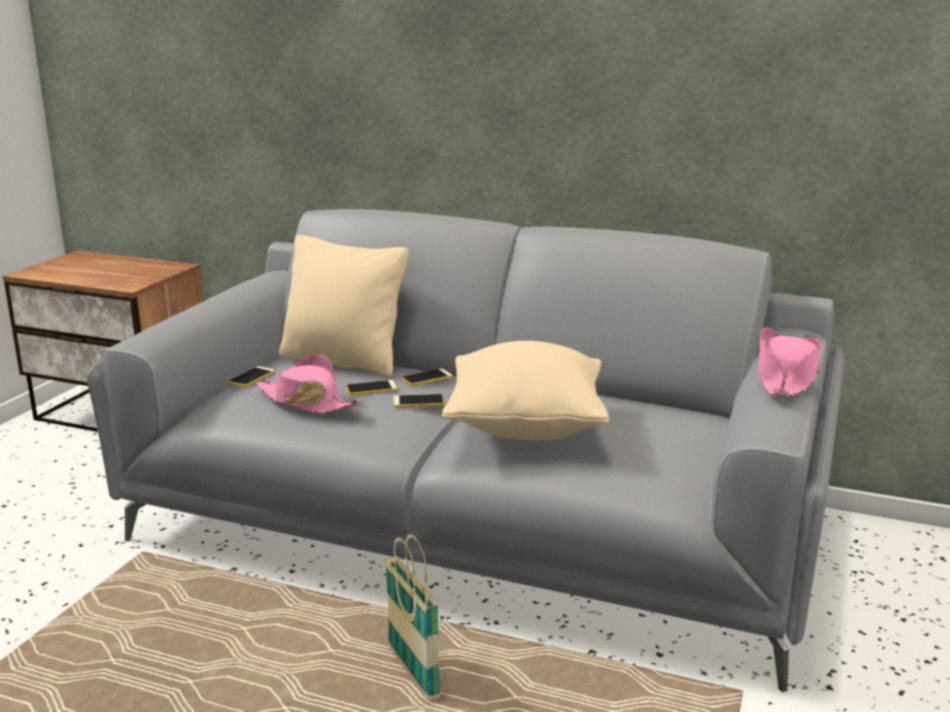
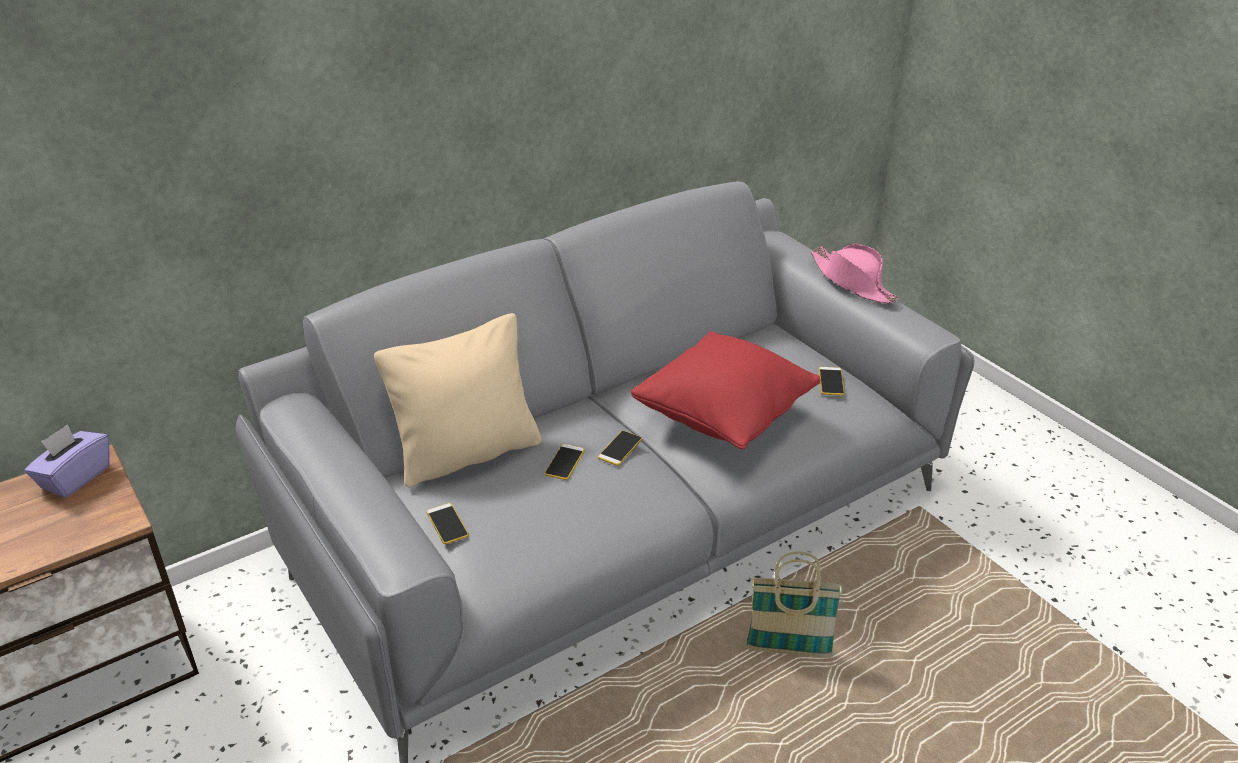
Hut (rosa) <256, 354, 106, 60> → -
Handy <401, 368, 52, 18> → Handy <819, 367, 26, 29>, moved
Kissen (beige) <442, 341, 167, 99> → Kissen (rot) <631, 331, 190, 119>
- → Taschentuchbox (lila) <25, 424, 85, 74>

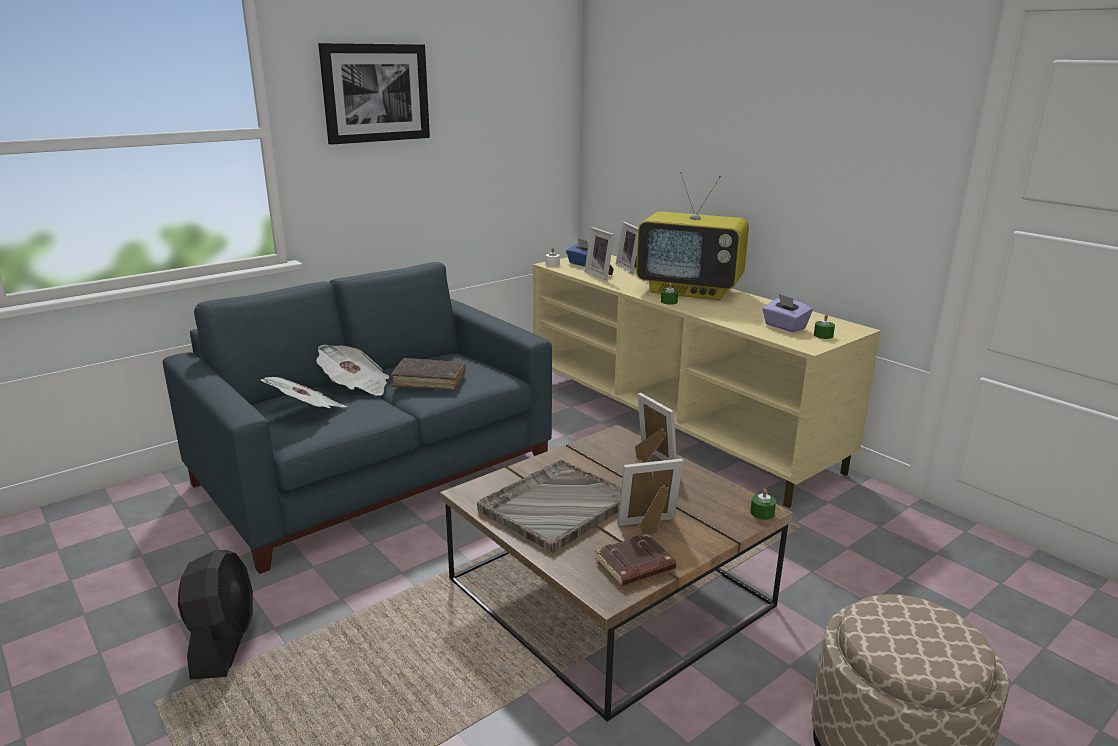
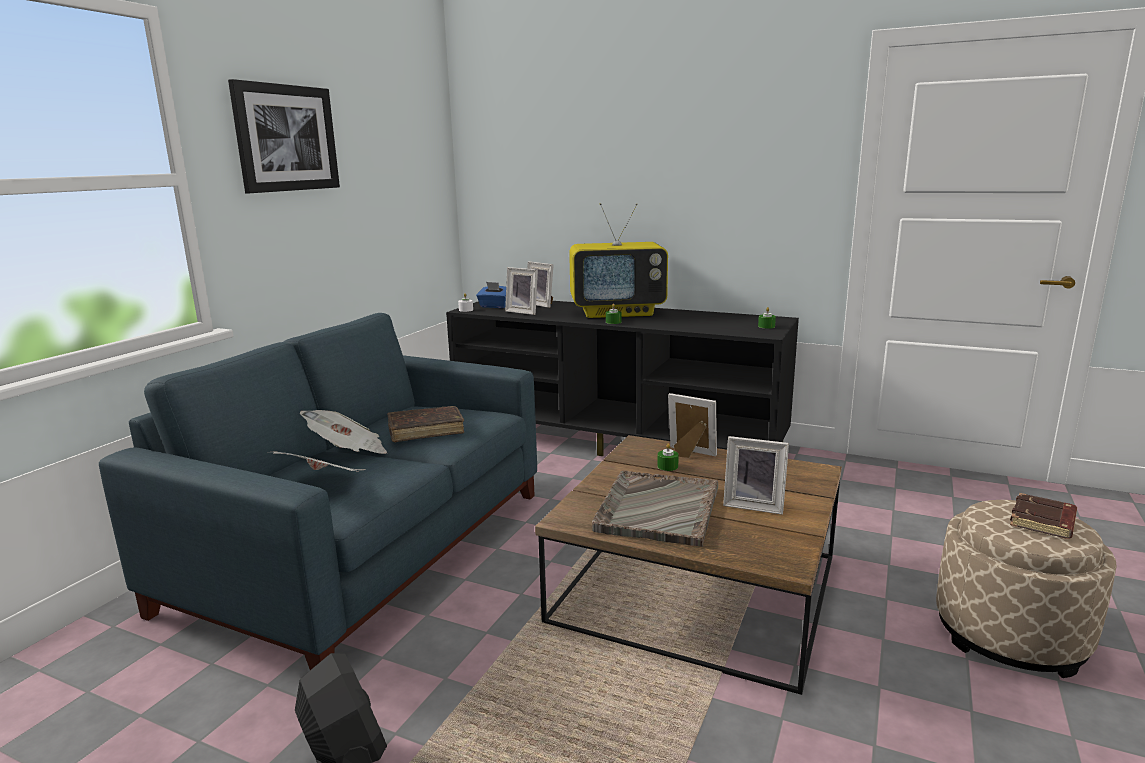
Fernsehschrank (beige) <533, 255, 348, 253> → Fernsehschrank (schwarz) <446, 301, 353, 155>
Buch (braun) <595, 534, 81, 52> → Buch (braun) <1010, 493, 67, 46>, moved
Bilderrahmen <617, 459, 66, 76> → Bilderrahmen <723, 436, 66, 79>, 120 degrees counterclockwise
Kerze (grün) <750, 489, 26, 31> → Kerze (grün) <657, 443, 22, 28>, moved
Taschentuchbox (lila) <762, 294, 51, 38> → -

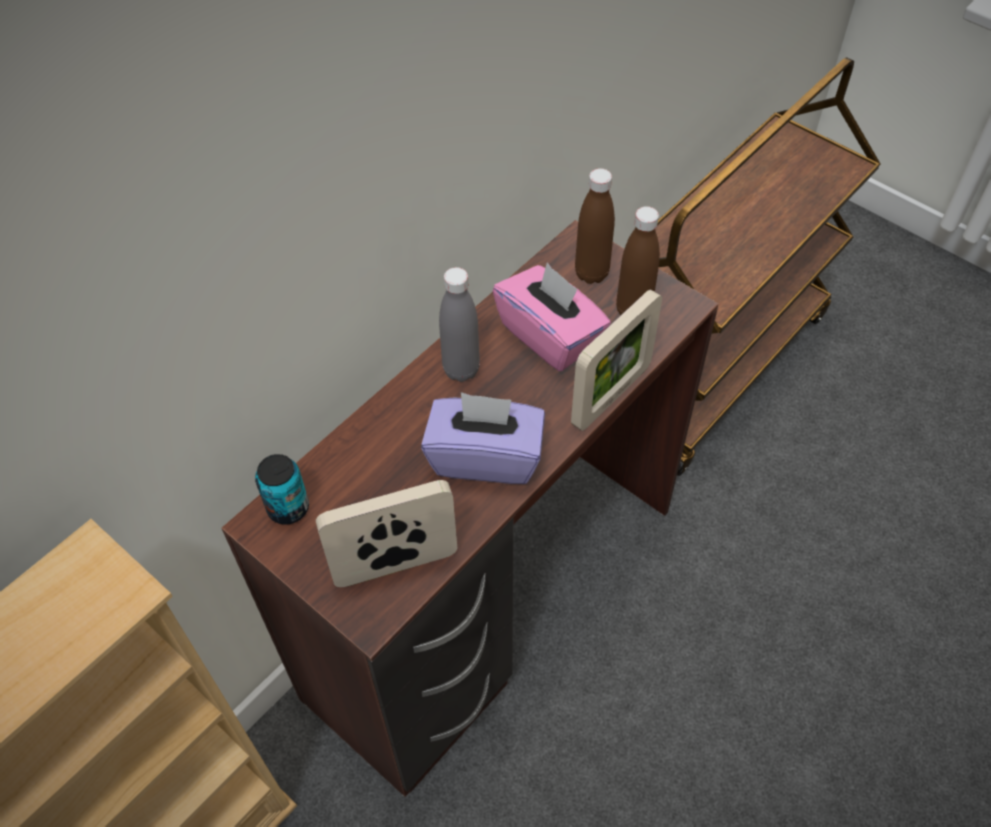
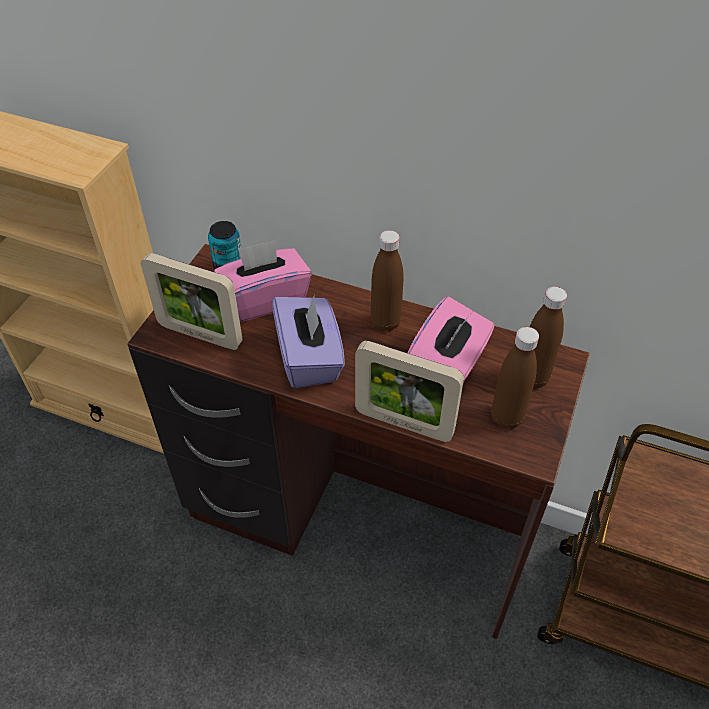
Bilderrahmen <316, 480, 141, 107> → Bilderrahmen <141, 253, 102, 97>, 150 degrees clockwise
Flasche (grau) <439, 267, 41, 115> → Flasche (braun) <371, 230, 33, 101>
- → Taschentuchbox (rosa) <214, 240, 98, 82>

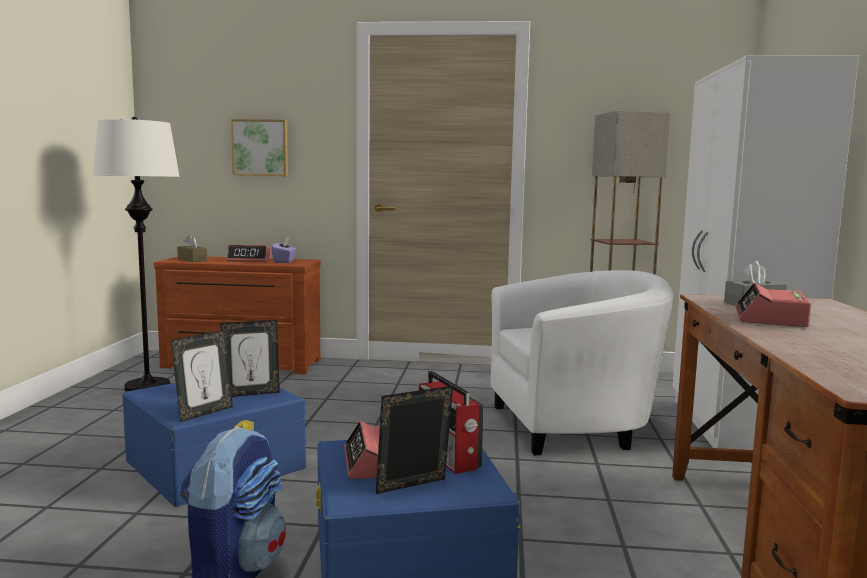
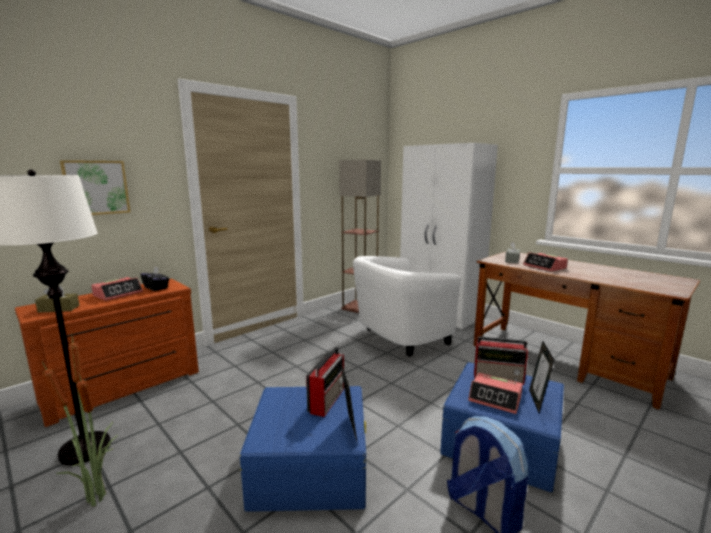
Bilderrahmen <220, 320, 60, 77> → Radio <306, 347, 38, 70>
Taschentuchbox (lila) <271, 238, 25, 25> → Taschentuchbox (schwarz) <141, 267, 28, 24>
Sessel (weiß) <491, 270, 182, 186> → Sessel (weiß) <353, 256, 108, 101>, 150 degrees counterclockwise
- → Topfpflanze <42, 331, 76, 175>

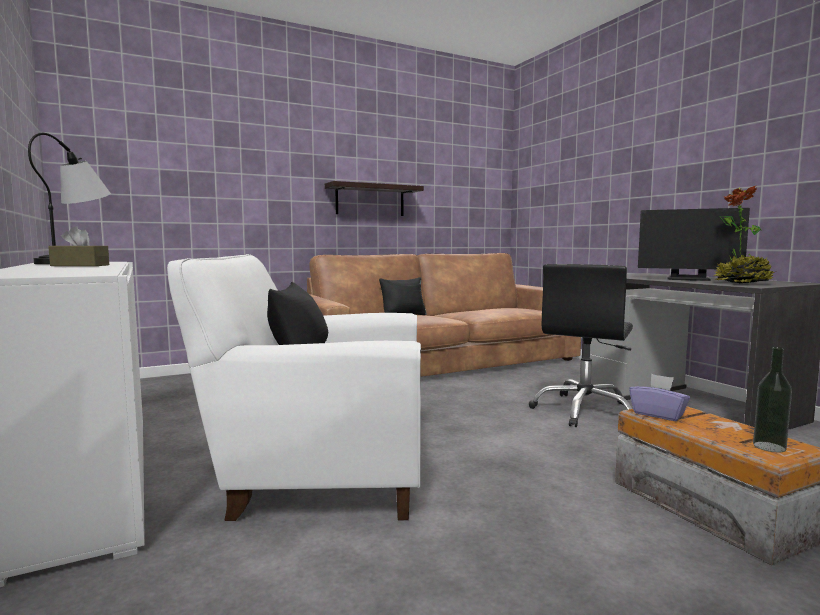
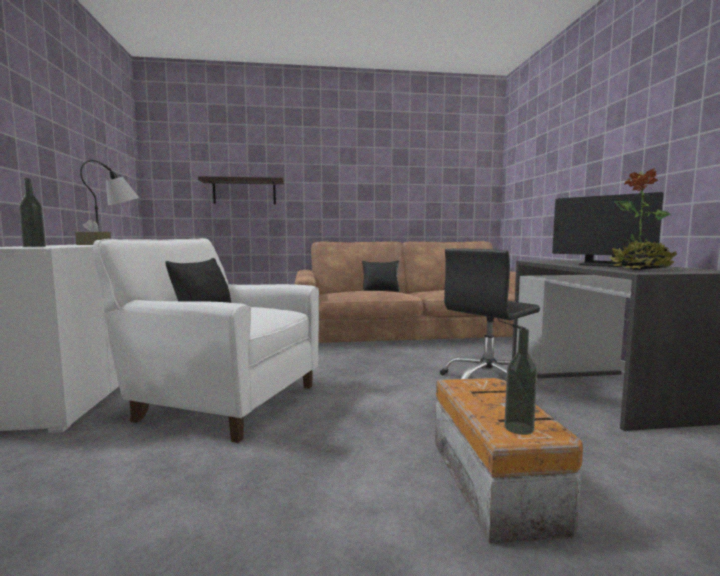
Wandregal <325, 181, 99, 35> → Wandregal <198, 176, 86, 28>, moved
Taschentuchbox (lila) <629, 374, 61, 47> → -
- → Flasche <19, 178, 27, 69>

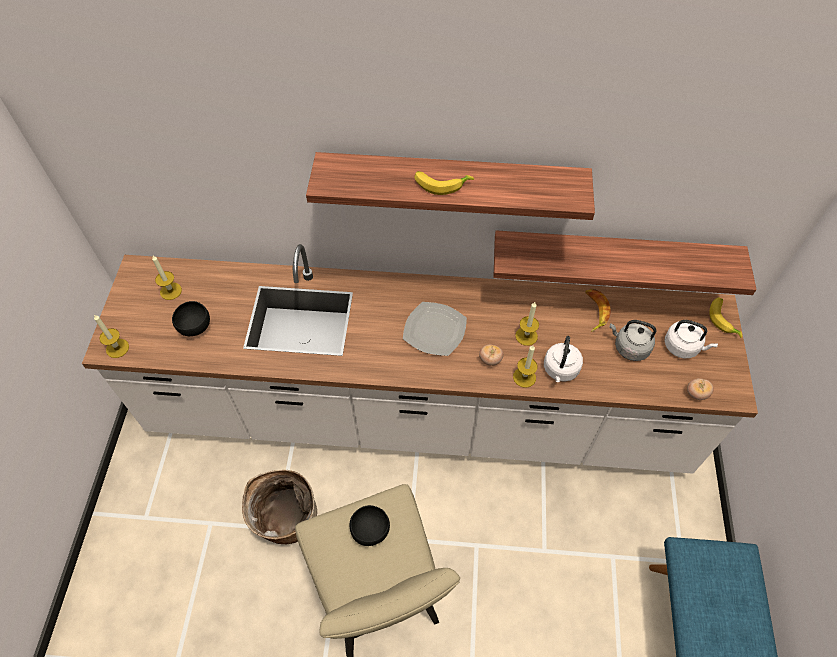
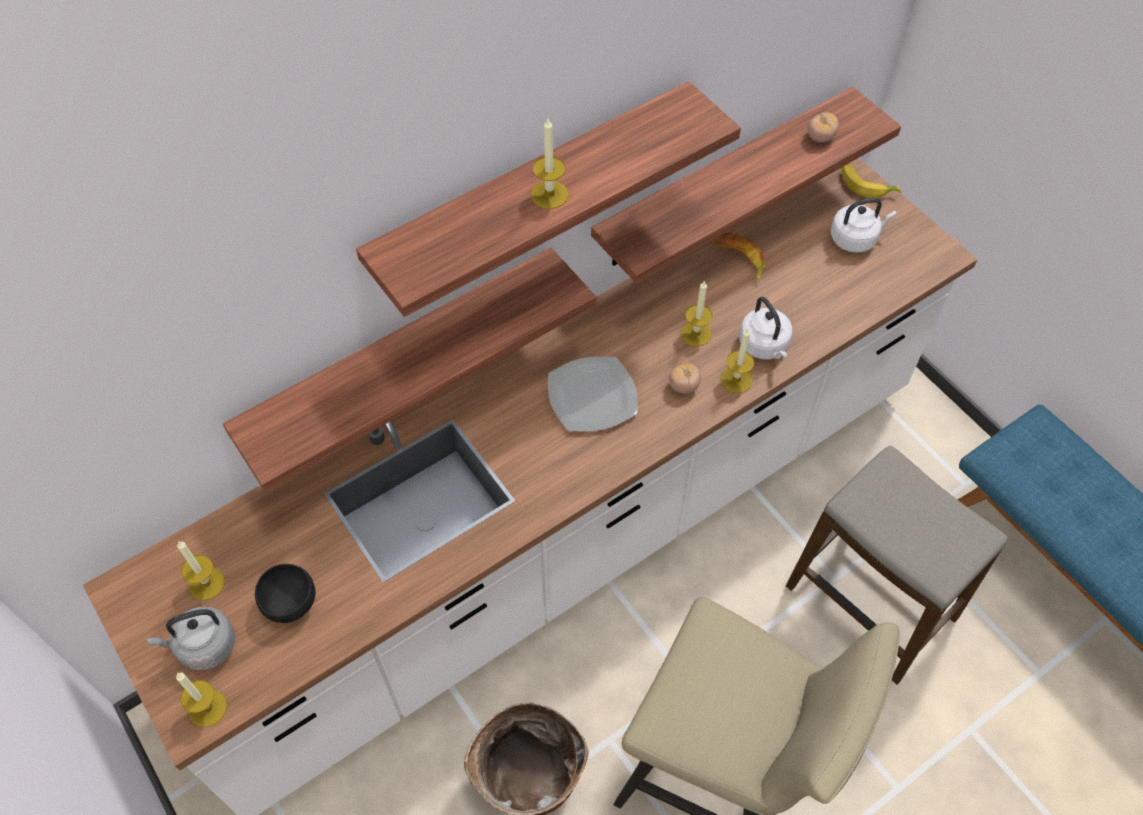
Schüssel (schwarz) <349, 505, 41, 41> → -
Banane <414, 171, 60, 24> → Kerze <531, 119, 38, 90>
Wasserkessel (grau) <610, 320, 47, 41> → Wasserkessel (grau) <147, 606, 88, 65>, moved
Tomate <687, 378, 27, 22> → Tomate <807, 113, 32, 30>, moved
- → Wandregal <223, 248, 373, 244>
- → Hocker <786, 446, 222, 239>

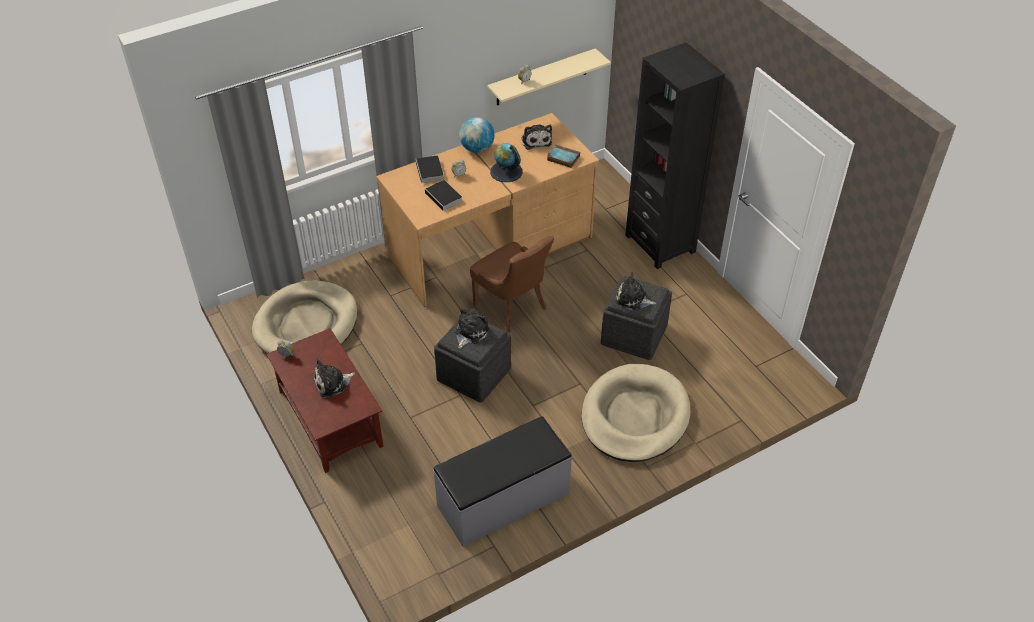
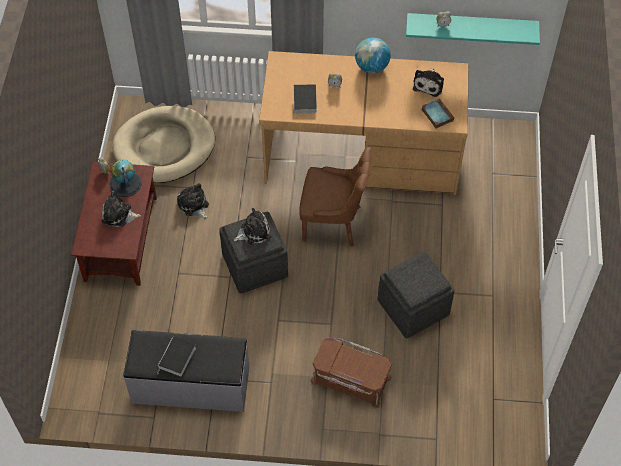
Buch <416, 155, 28, 31> → Buch <157, 337, 39, 39>, moved
Stuhl (braun) <470, 236, 84, 96> → Stuhl (braun) <299, 147, 73, 100>, 75 degrees counterclockwise
Wandregal (beige) <487, 48, 124, 57> → Wandregal (türkis) <406, 13, 134, 32>
Globus <490, 143, 32, 39> → Globus <110, 160, 32, 37>, moved
Hundebett (beige) <582, 364, 109, 98> → Aufbewahrungsbox (braun) <310, 337, 82, 72>
Plüschtier <615, 272, 41, 38> → Plüschtier <177, 183, 32, 36>, moved
Bücherregal (schwarz) <625, 43, 100, 226> → -

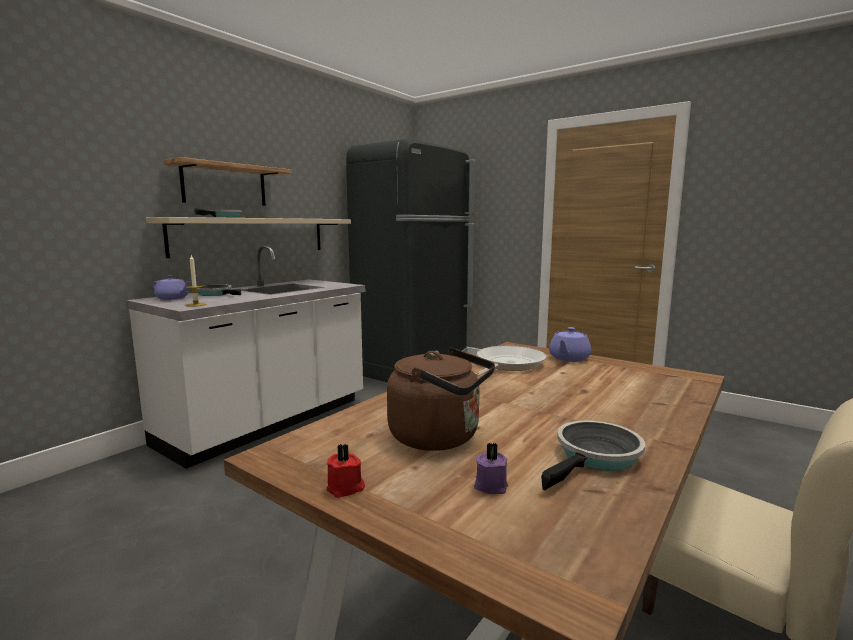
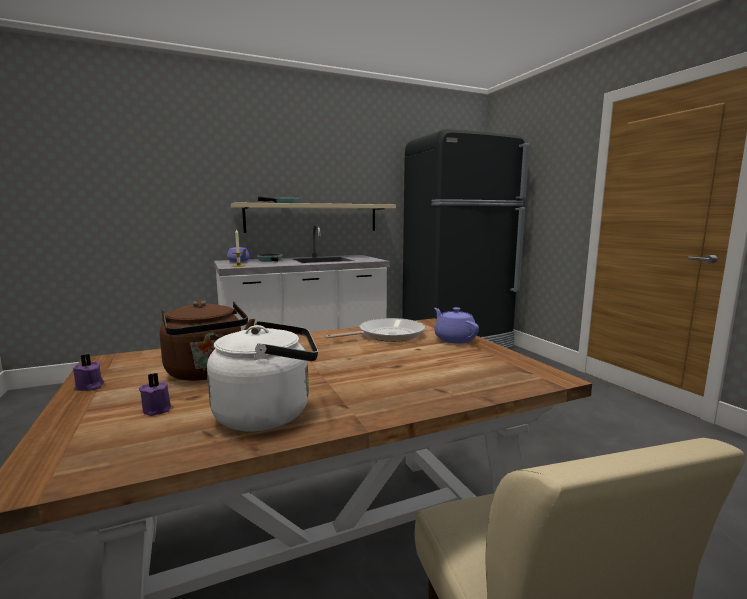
Wandregal <163, 157, 129, 49> → -
Kerze (rot) <327, 444, 38, 54> → Kerze (lila) <73, 354, 31, 37>
Pfanne <541, 420, 104, 71> → Wasserkessel (weiß) <207, 321, 111, 110>
Teekanne (lila) <549, 327, 42, 35> → Teekanne (lila) <434, 307, 45, 37>, 90 degrees clockwise

